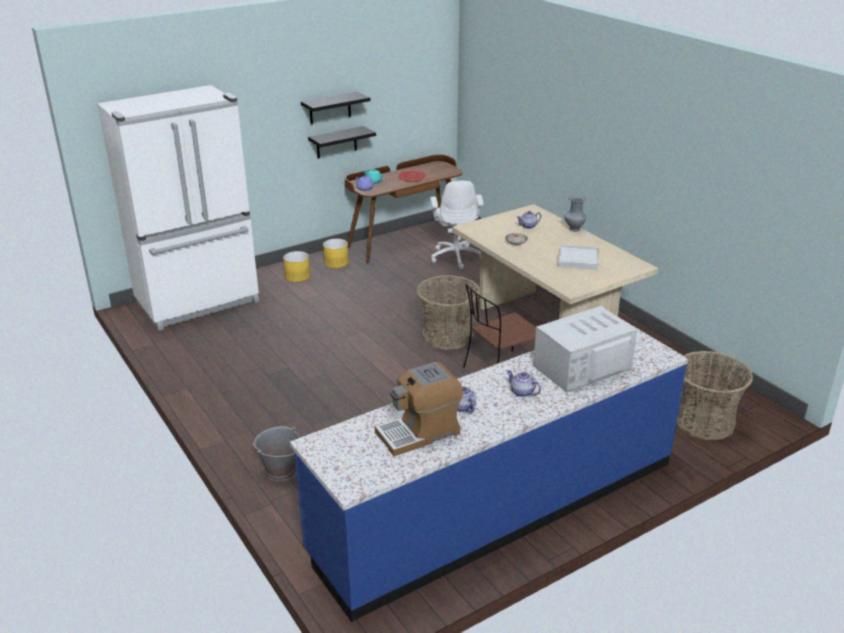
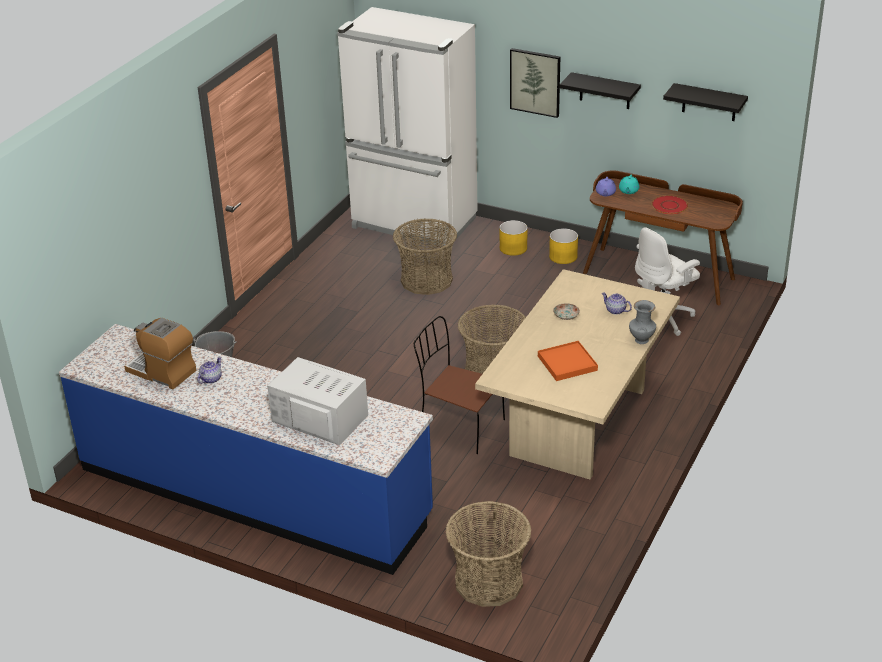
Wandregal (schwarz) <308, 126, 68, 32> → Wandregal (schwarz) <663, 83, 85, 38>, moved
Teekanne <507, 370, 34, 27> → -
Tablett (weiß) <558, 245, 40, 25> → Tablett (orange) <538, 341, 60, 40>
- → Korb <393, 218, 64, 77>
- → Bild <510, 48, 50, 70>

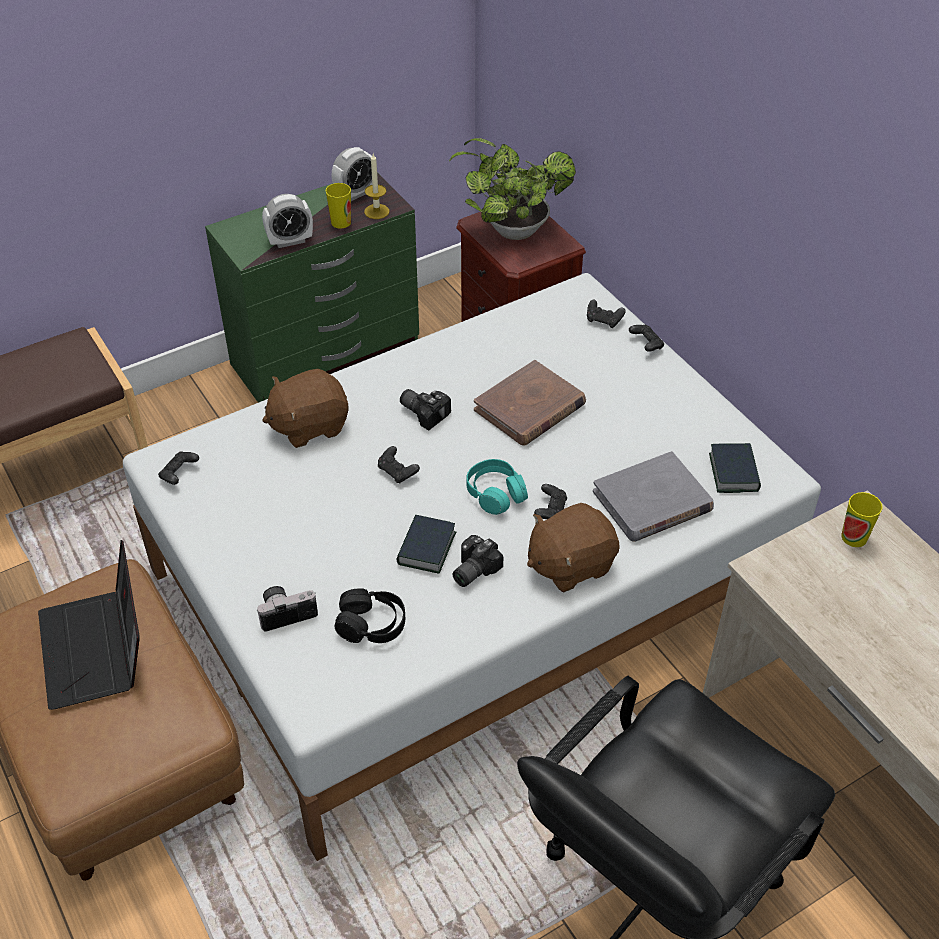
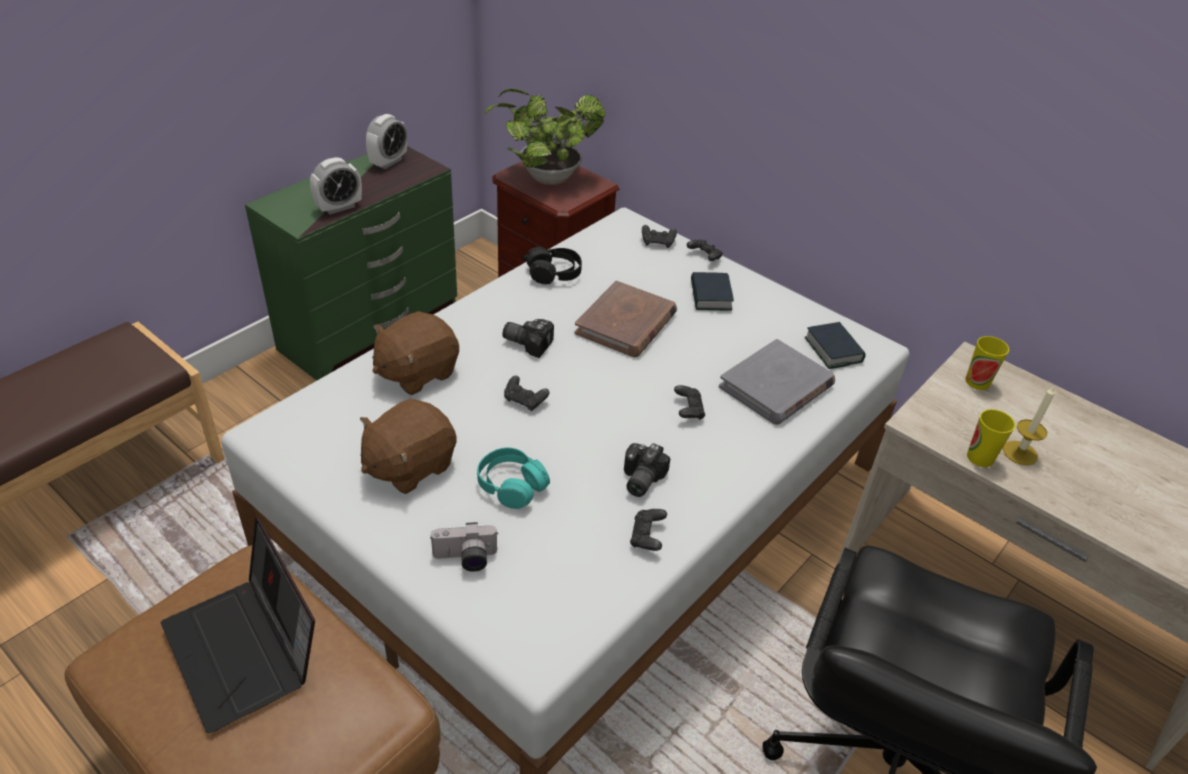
Gamepad (schwarz) <158, 451, 41, 34> → Gamepad (schwarz) <630, 509, 37, 42>, moved
Kamera <256, 586, 62, 46> → Kamera <431, 522, 66, 50>, 150 degrees counterclockwise
Tasse <326, 183, 25, 46> → Tasse <967, 409, 48, 58>, moved
Kopfhörer (schwarz) <335, 588, 70, 55> → Kopfhörer (schwarz) <526, 247, 56, 37>, moved
Kerze <364, 153, 25, 66> → Kerze <1003, 385, 52, 80>, moved
Buch <397, 515, 59, 58> → Buch <691, 272, 43, 38>, moved
Kopfhörer (türkis) <466, 459, 62, 56> → Kopfhörer (türkis) <477, 448, 73, 61>, moved
Plüschtier (braun) <527, 503, 93, 90> → Plüschtier (braun) <360, 399, 96, 95>, moved

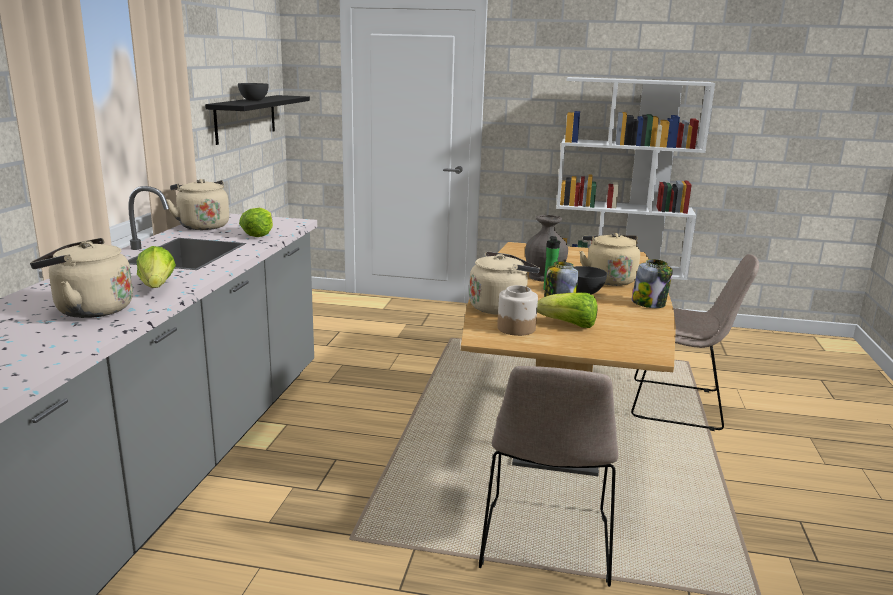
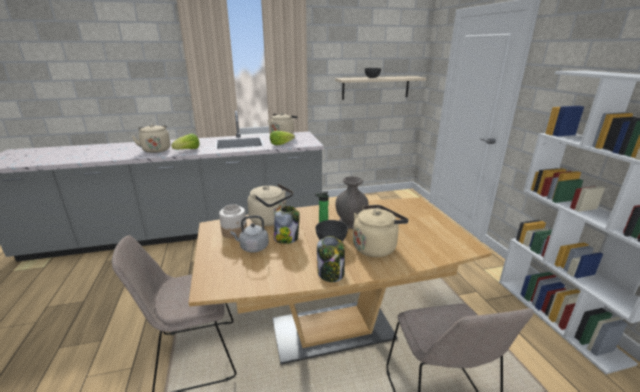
Wandregal (schwarz) <205, 95, 105, 50> → Wandregal (beige) <335, 76, 92, 24>
Salatkopf <537, 292, 61, 36> → Wasserkessel (grau) <230, 215, 39, 37>

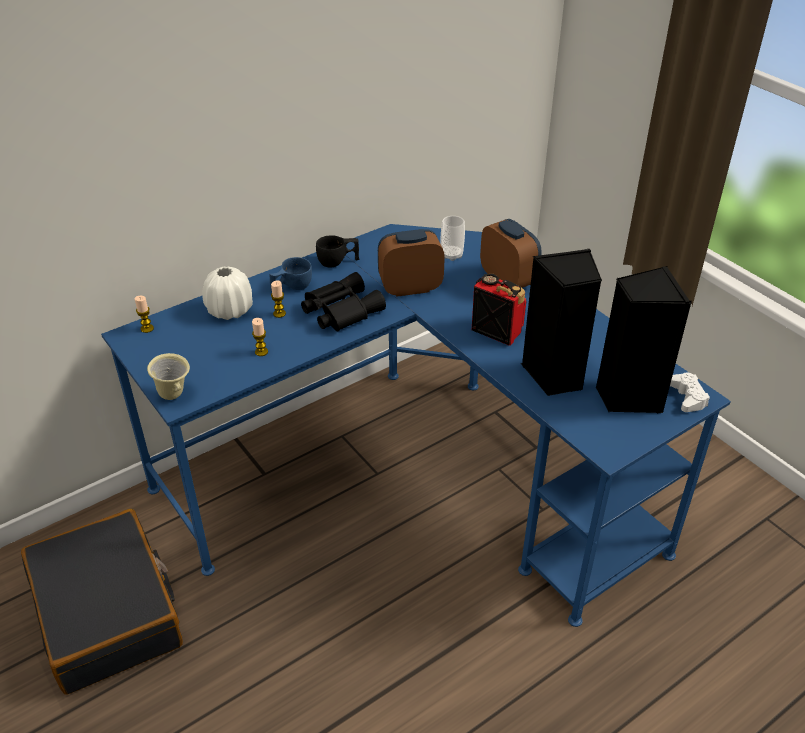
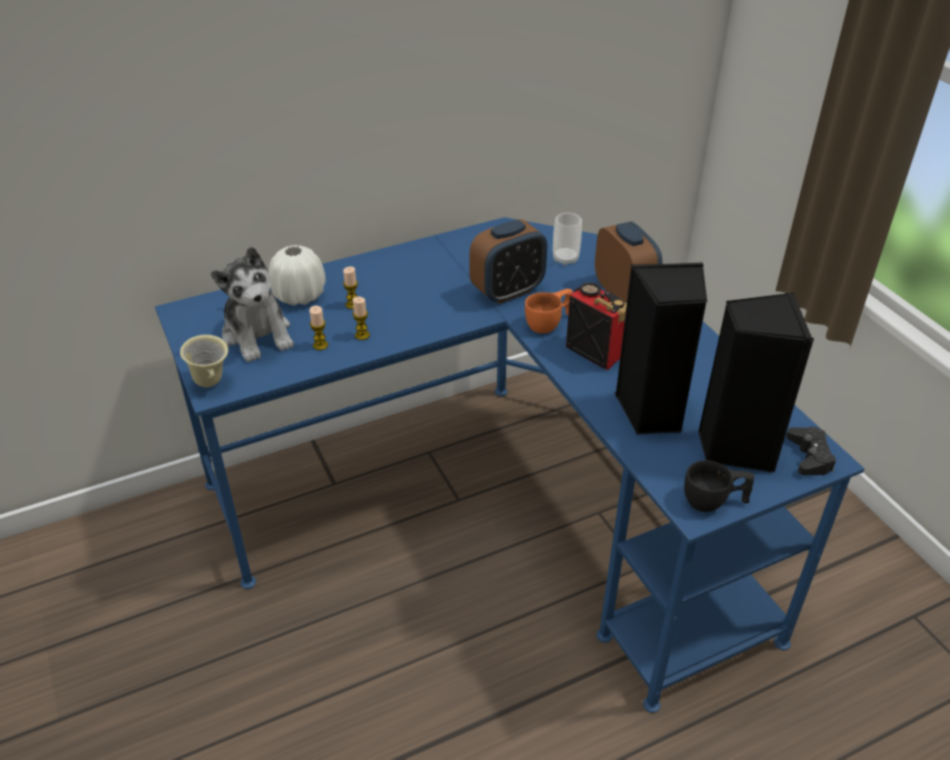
Koffer (schwarz) <21, 509, 162, 186> → -
Kerze <135, 296, 19, 37> → Kerze <352, 297, 18, 43>, moved
Tasse (blau) <270, 257, 42, 35> → -
Fernglas (schwarz) <301, 272, 85, 60> → -
Tasse (schwarz) <316, 235, 43, 32> → Tasse (schwarz) <684, 460, 70, 52>, moved
Wecker <378, 229, 67, 68> → Wecker <469, 219, 78, 85>, 150 degrees clockwise
Gamepad (weiß) <670, 373, 40, 39> → Gamepad (schwarz) <786, 427, 50, 48>
- → Plüschtier <211, 247, 83, 115>
- → Tasse (orange) <525, 289, 48, 44>

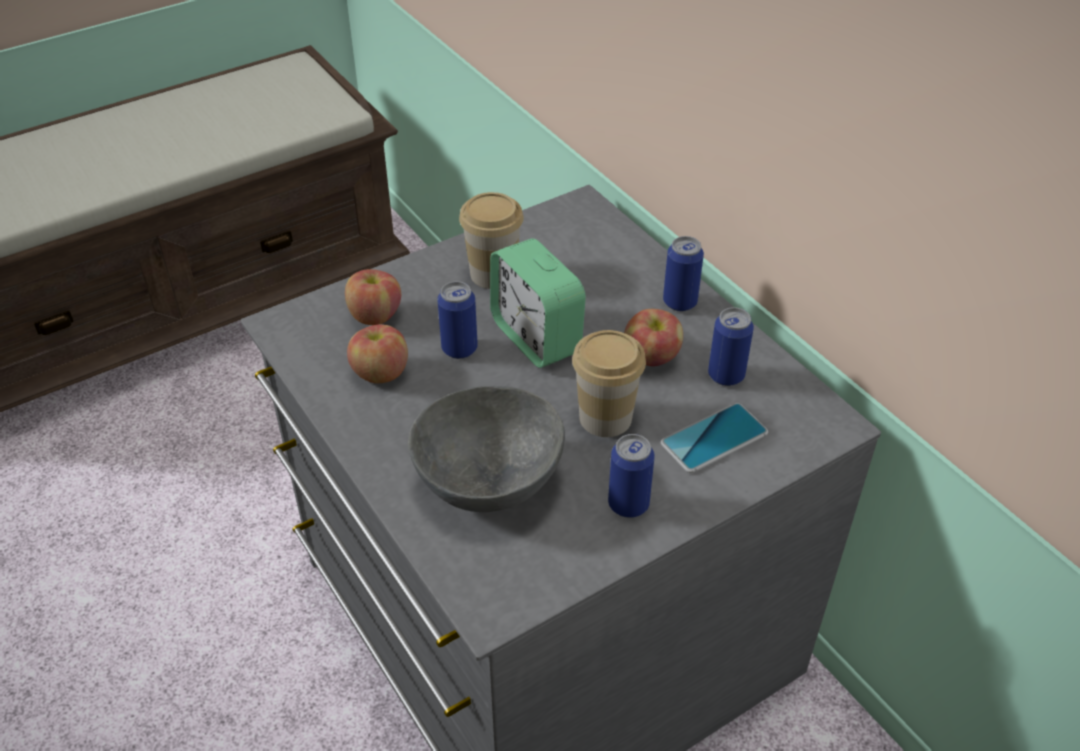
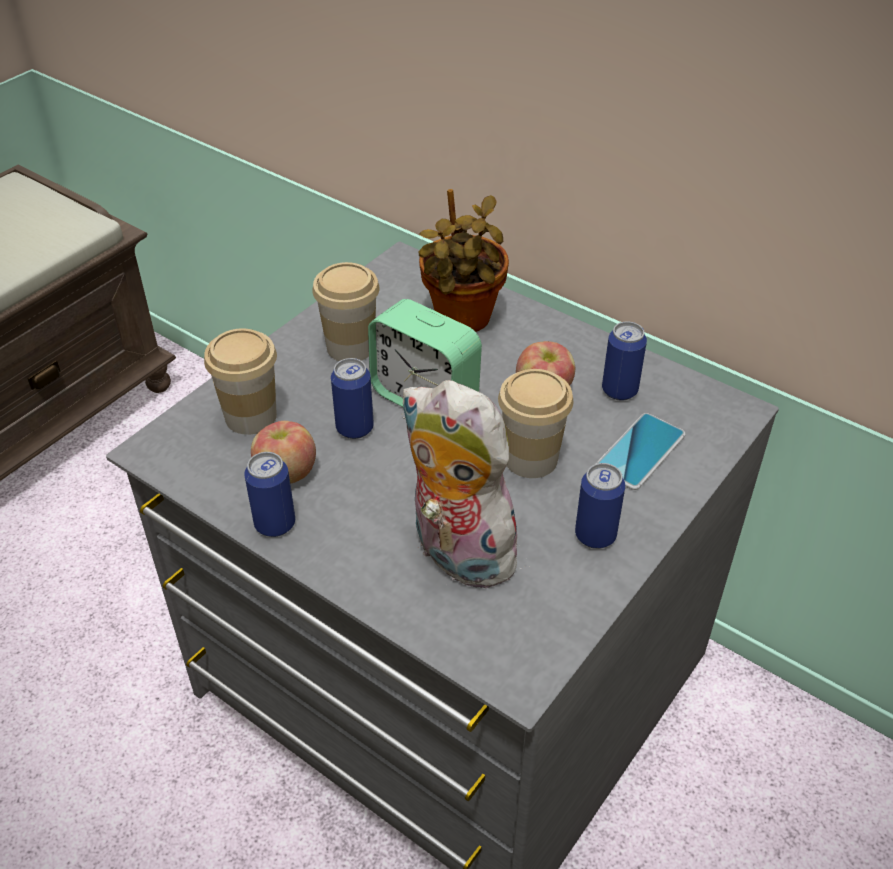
Apfel <345, 269, 56, 56> → Tasse <204, 328, 73, 107>
Schüssel (grau) <408, 386, 157, 126> → Plüschtier <402, 380, 128, 209>
Dose <663, 236, 41, 76> → Dose <244, 452, 51, 85>, moved
- → Topfpflanze <418, 189, 91, 143>

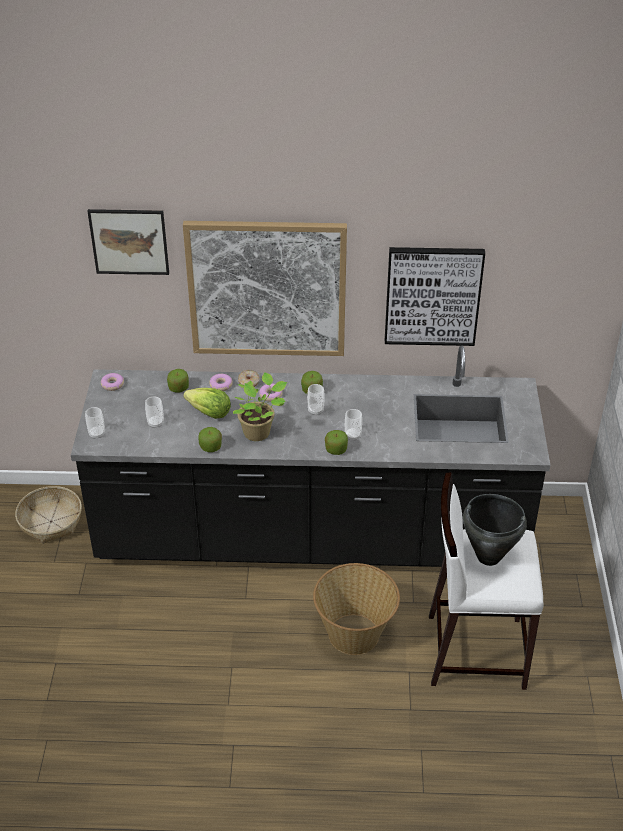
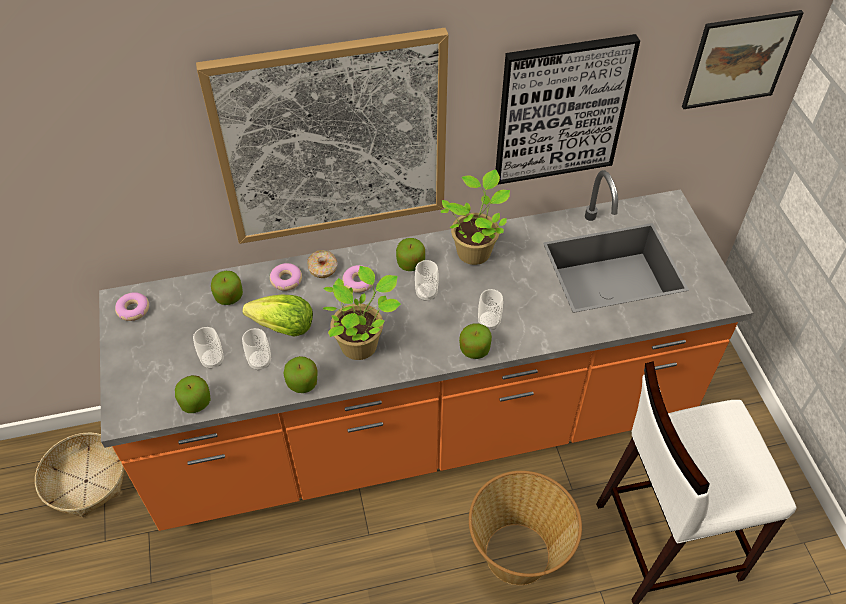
Küchenzeile (schwarz) <71, 346, 479, 221> → Küchenzeile (orange) <99, 170, 654, 361>
Tasse <85, 407, 20, 32> → Tasse <242, 328, 29, 43>, moved
Bild <87, 209, 82, 66> → Bild <682, 10, 122, 99>, moved
Kochtopf (schwarz) <463, 494, 64, 72> → -
- → Apfel <175, 375, 35, 38>
- → Topfpflanze <441, 169, 69, 96>

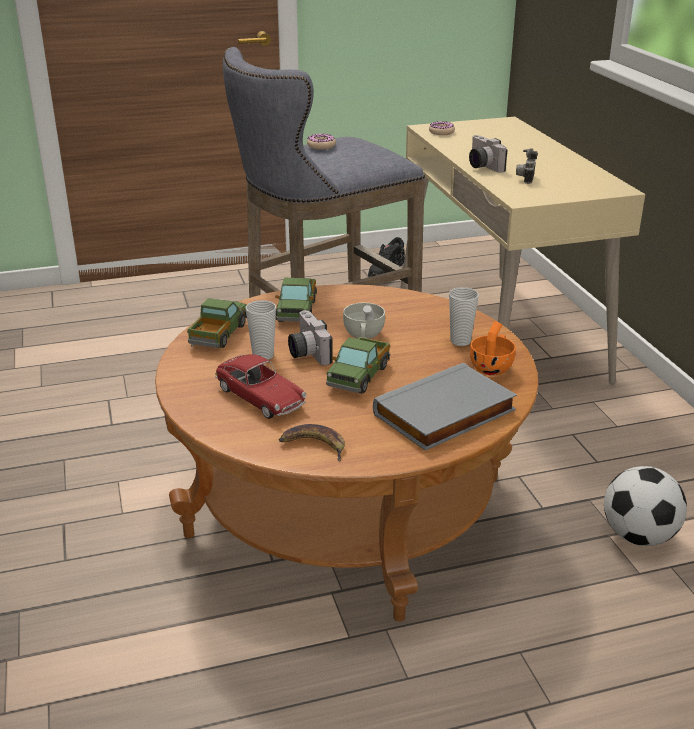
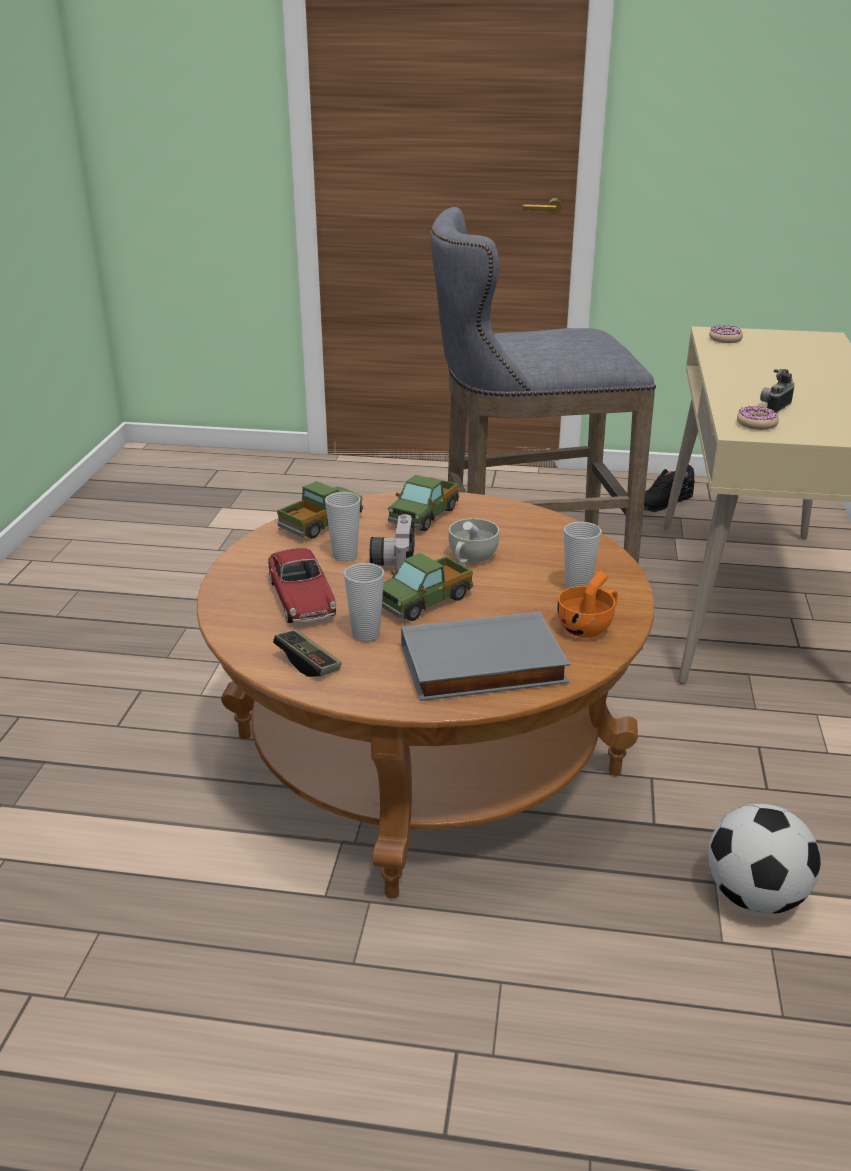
Banane <279, 424, 66, 37> → Gamepad <273, 629, 69, 48>
Donut <307, 134, 29, 16> → Donut <737, 406, 42, 24>, moved
Kamera <469, 135, 38, 38> → -
- → Tasse <344, 563, 40, 79>

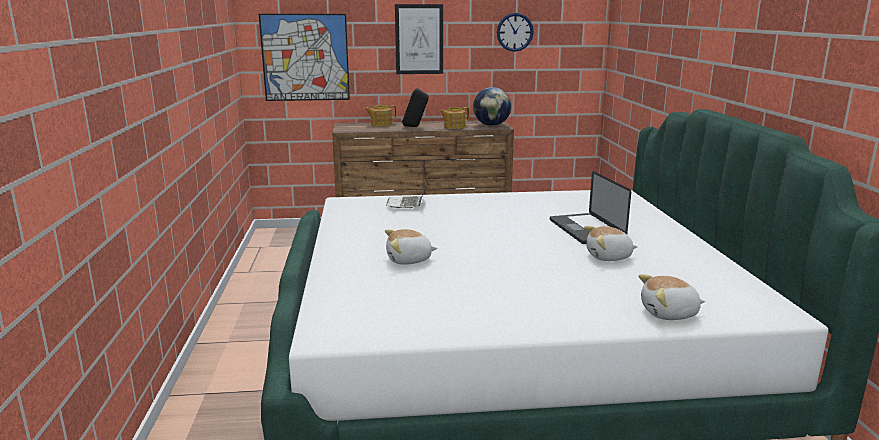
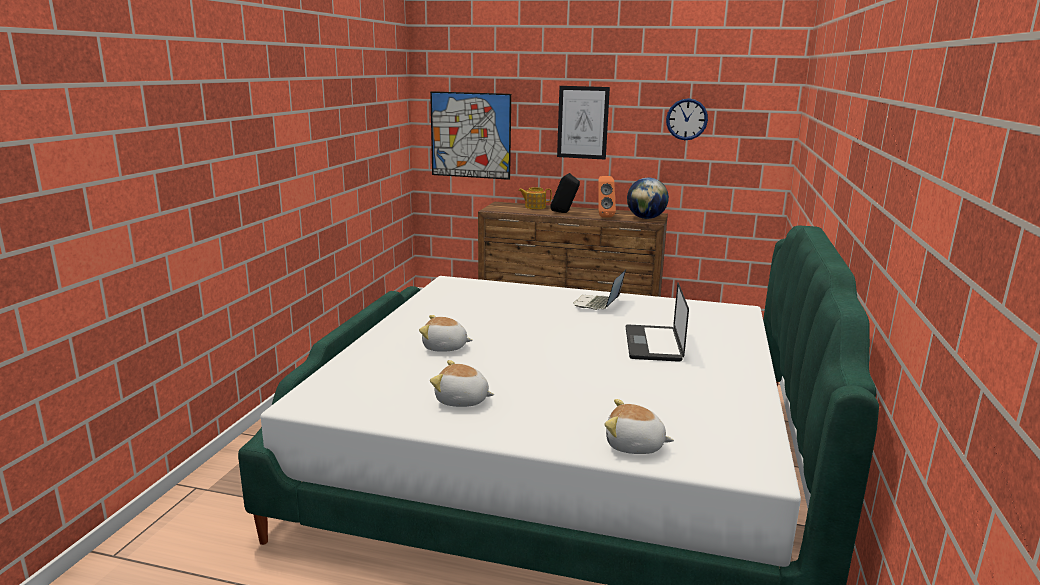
Laptop <386, 167, 43, 41> → Laptop <573, 270, 53, 40>, moved
Teekanne <439, 107, 30, 22> → Lautsprecher (orange) <599, 176, 17, 42>
Plüschtier <584, 226, 54, 35> → Plüschtier <430, 360, 64, 47>, moved

